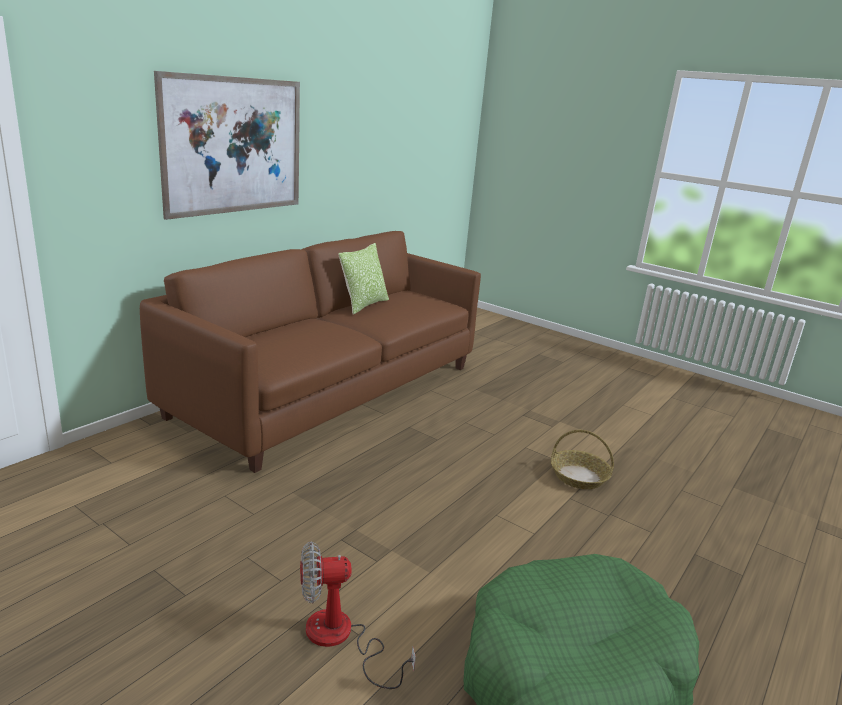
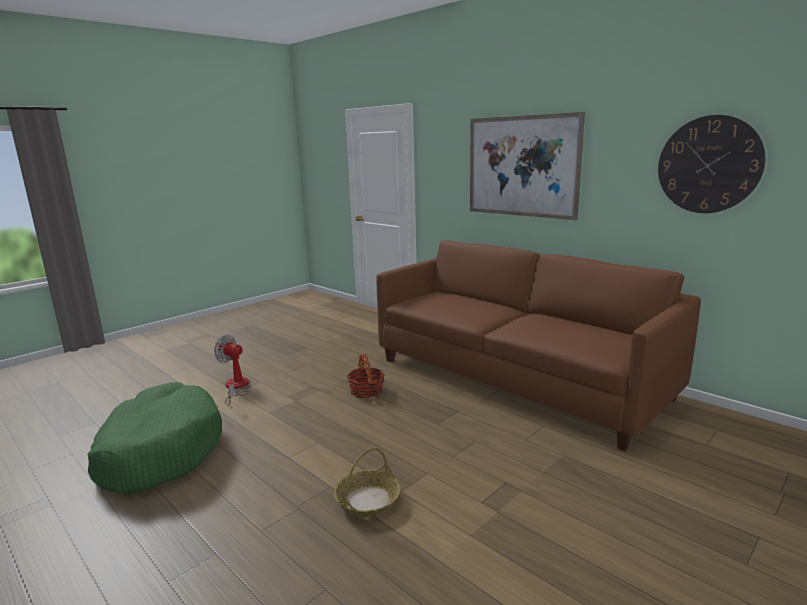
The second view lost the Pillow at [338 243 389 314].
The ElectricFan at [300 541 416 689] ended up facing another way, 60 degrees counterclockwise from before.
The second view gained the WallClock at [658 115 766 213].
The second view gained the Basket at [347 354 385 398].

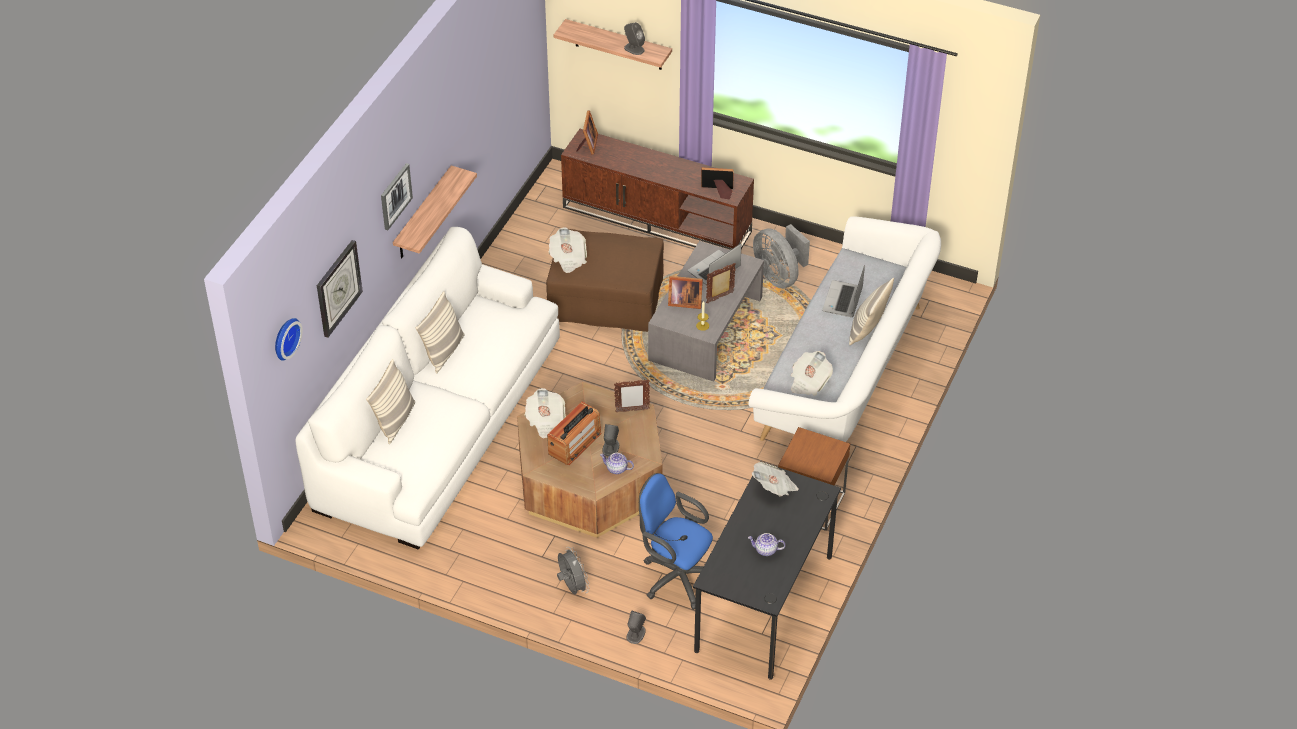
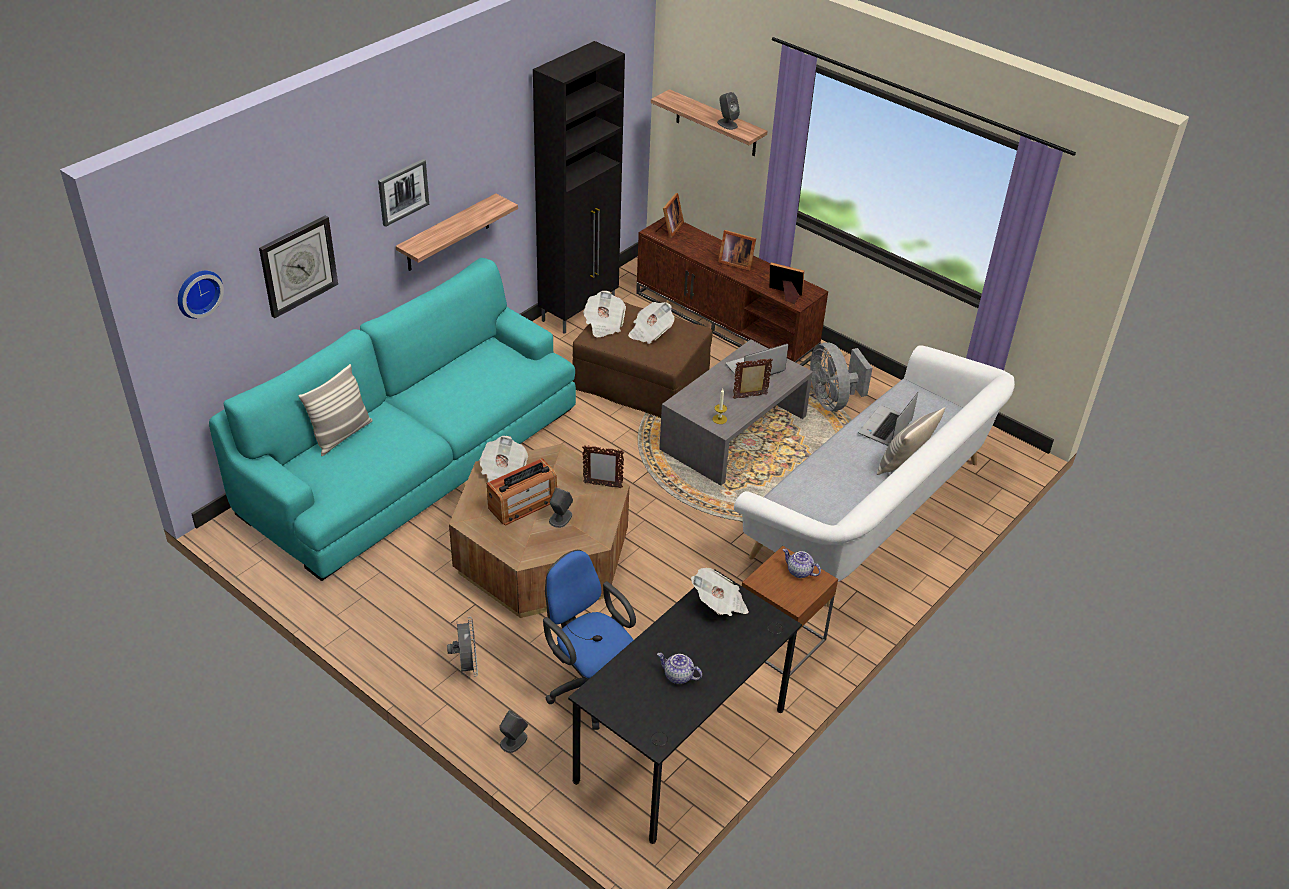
What was the WhitishCouch at [295 227 560 550] turned into the BlueGreenCouch at [209 258 576 581].
The PhotoFrame ended up elsewhere, having gone from [668 276 703 309] to [718 230 756 271].
The second view lost the Pillow at [416 291 465 374].
The Newspaper ended up elsewhere, having gone from [791 351 833 396] to [628 302 675 344].
The Teapot ended up elsewhere, having gone from [600 453 634 474] to [783 549 821 578].
The second view gained the BlackishCupboard at [533 41 625 334].

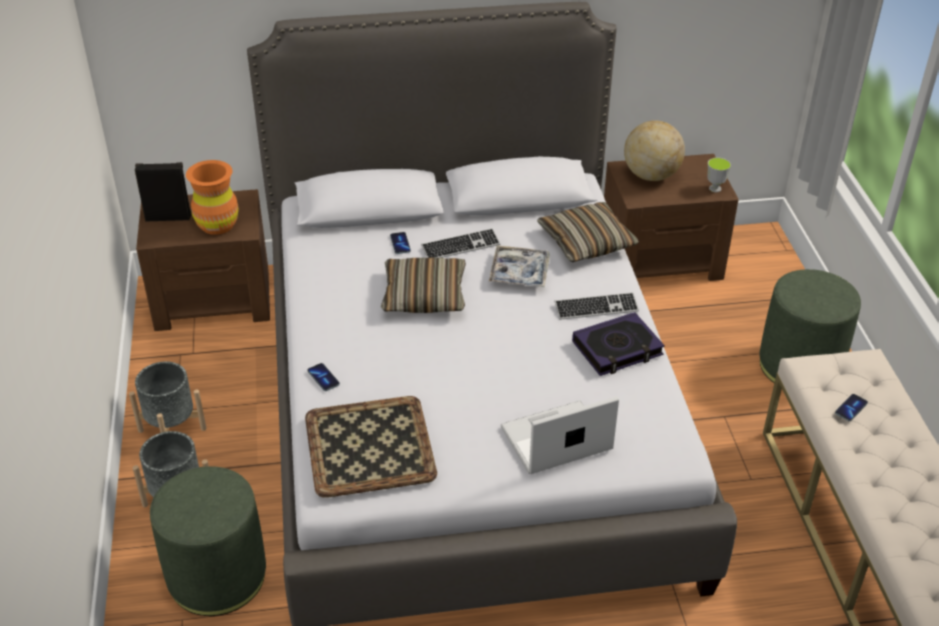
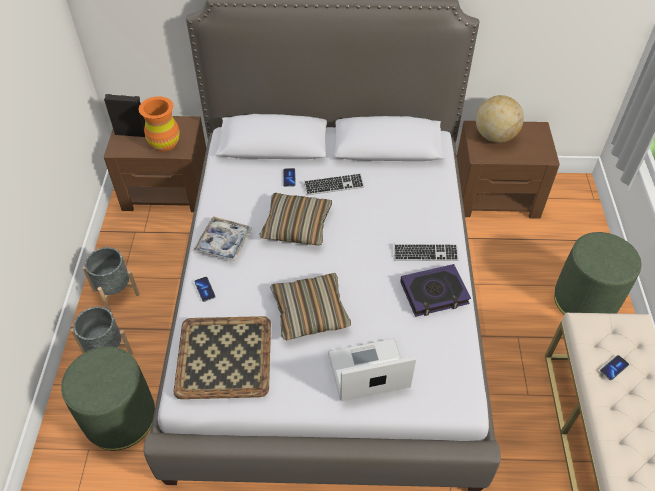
The second view lost the Cup at [707 157 731 192].
The Pillow ended up elsewhere, having gone from [537 202 639 262] to [270 273 351 340].
The ServingTray ended up elsewhere, having gone from [489 245 550 287] to [194 216 252 261].

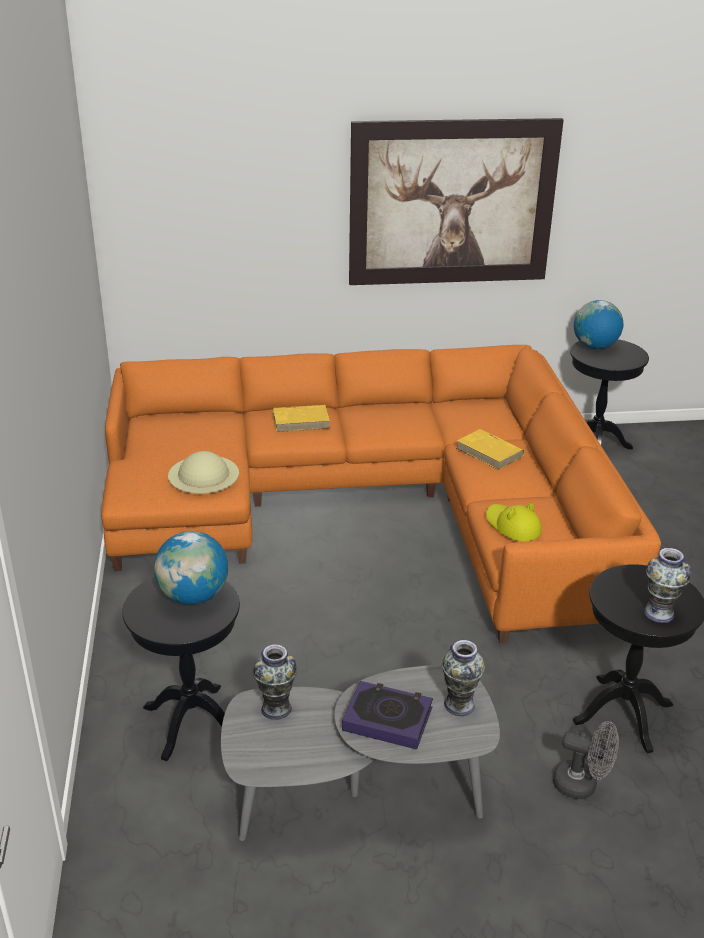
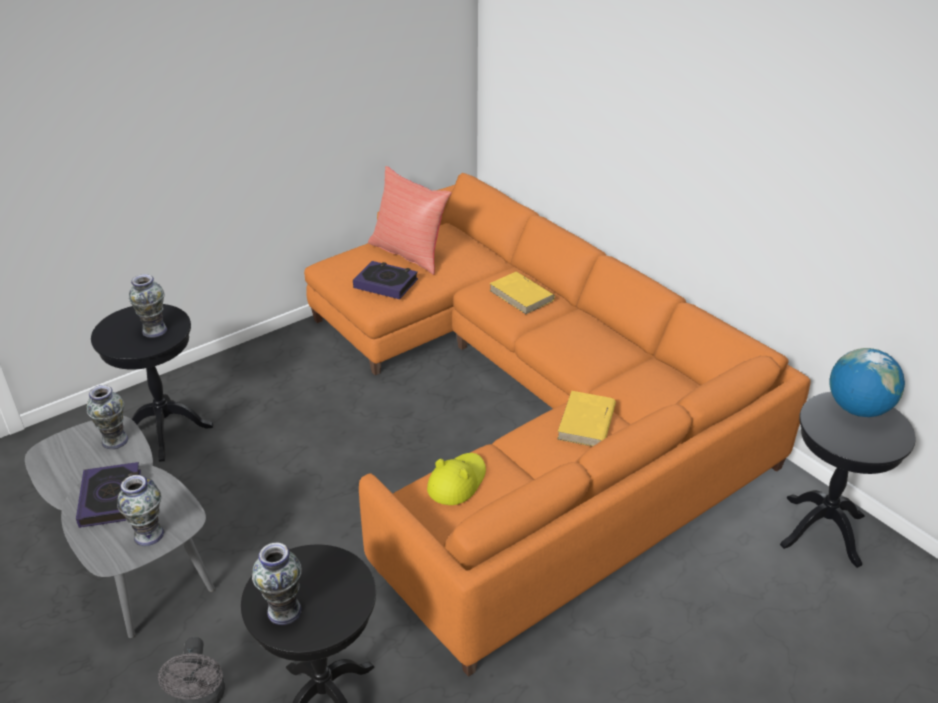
The second view lost the WallPicture at [349 118 564 285].
Where the SandColouredWearableHat stood at [168 451 239 494], the Book came to stand at [353 261 418 299].
Where the DeskGlobe stood at [154 531 228 605], the Vase came to stand at [129 274 167 338].
The second view gained the RedPillow at [368 166 452 275].

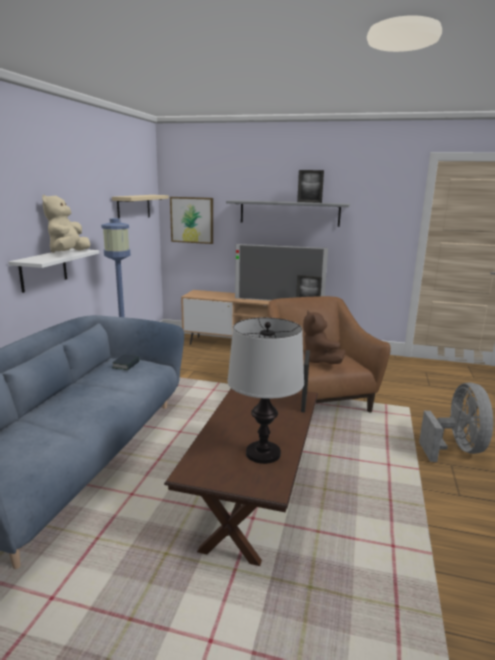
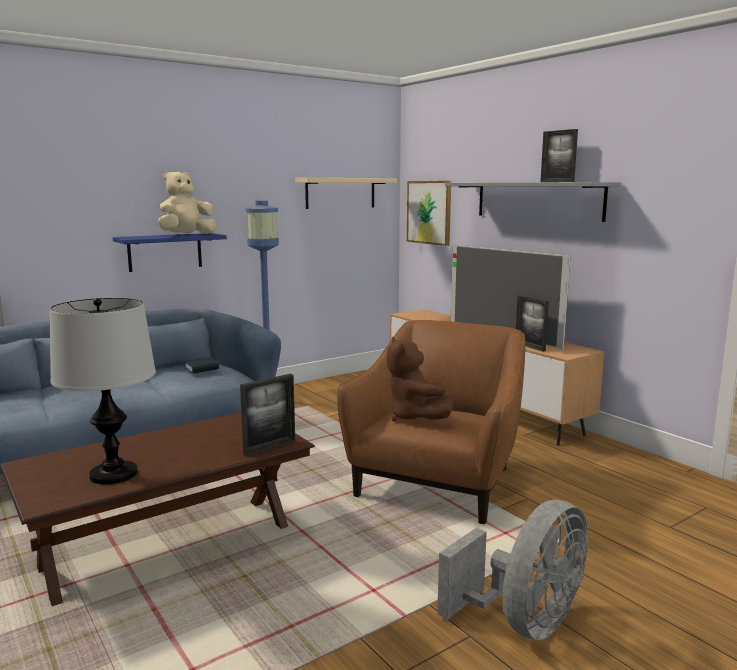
What was the WhitishShelf at [8 249 99 293] turned into the BlueColouredShelf at [113 233 227 272].
The BrownColouredCuddlyToy at [303 310 345 364] ended up facing another way, 45 degrees counterclockwise from before.

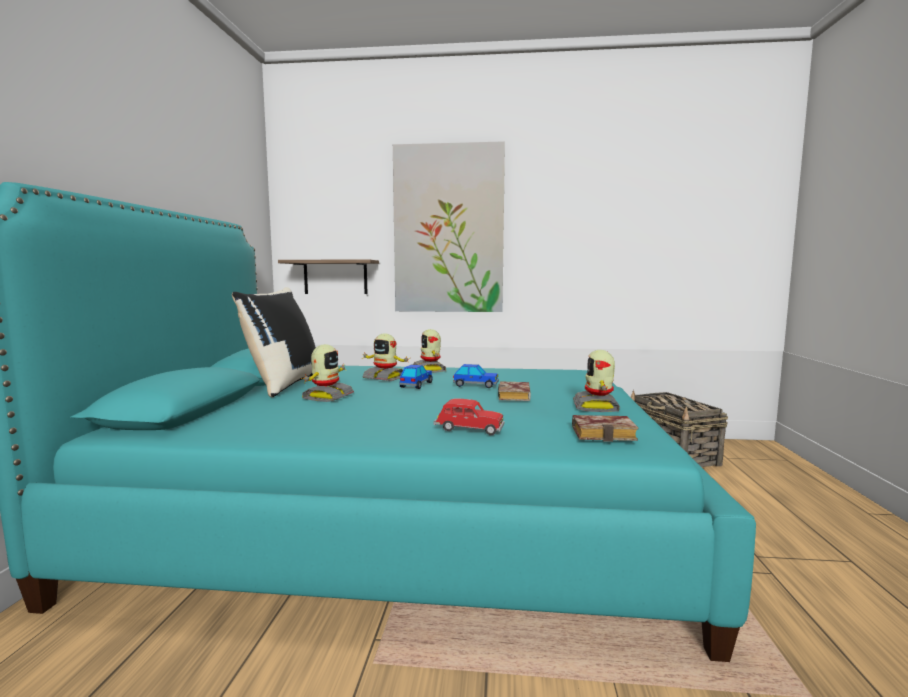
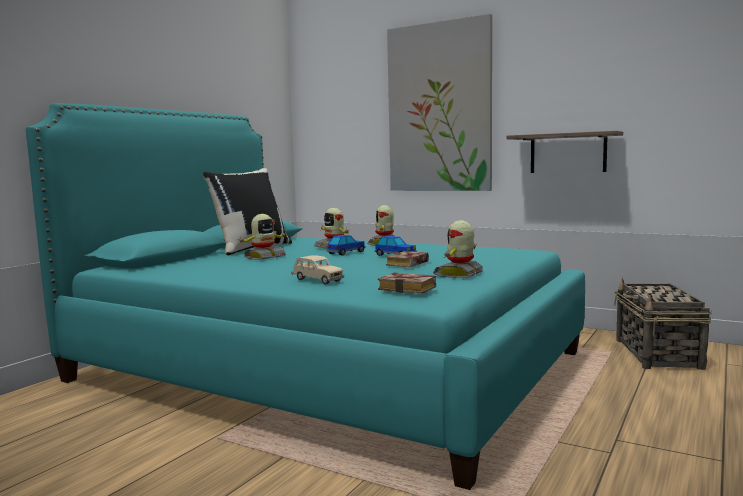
The Shelf ended up elsewhere, having gone from [278 259 379 294] to [507 131 623 173].
What was the RedToyCar at [434 399 505 435] turned into the SandColouredToyCar at [291 255 344 284].

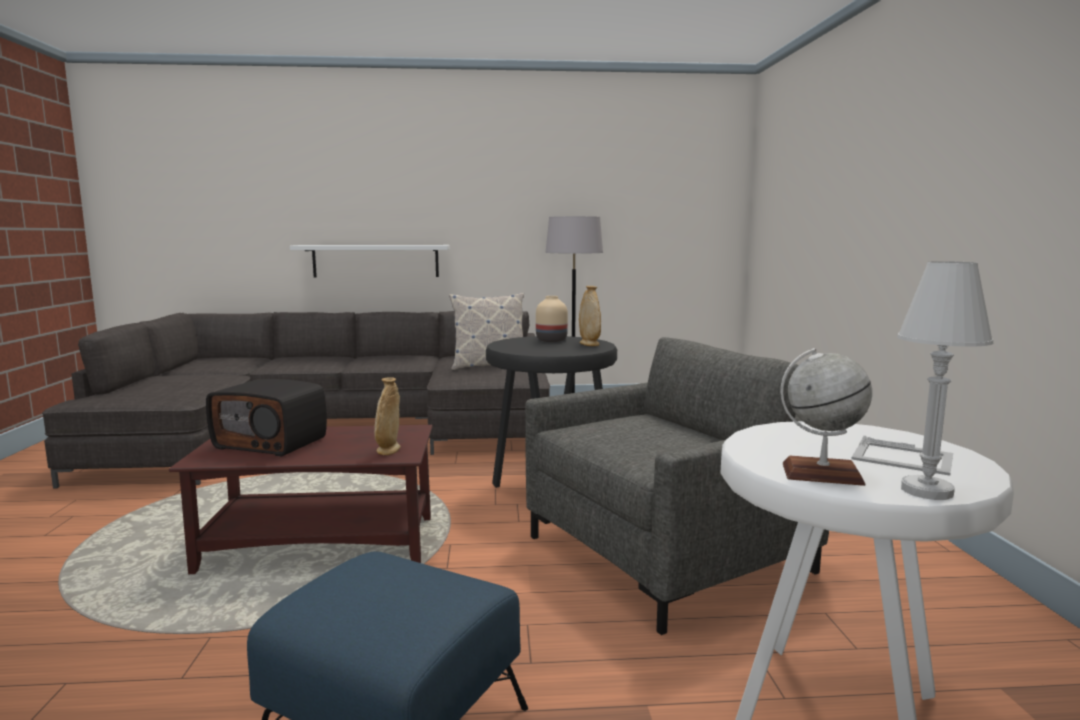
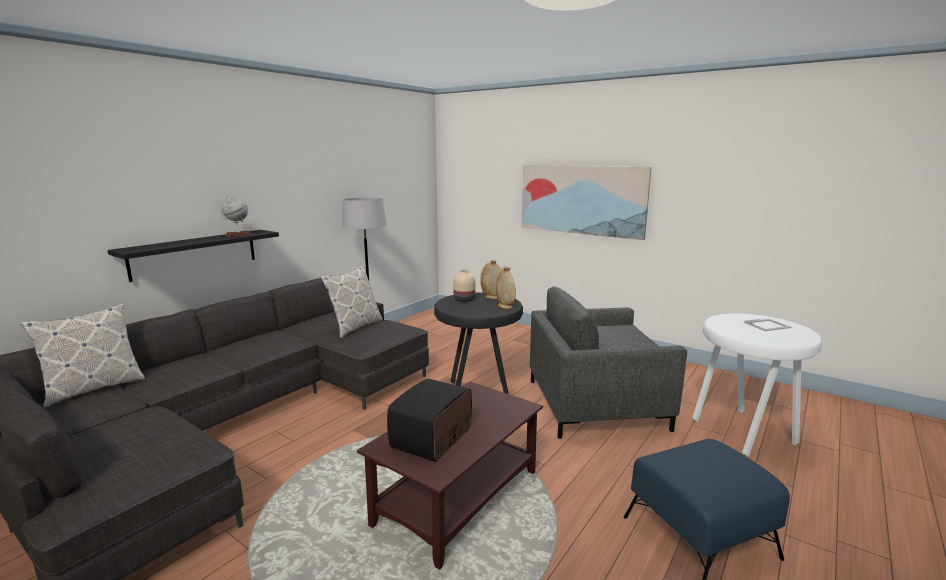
What was the WhitishShelf at [290 245 450 277] turned into the BlackishShelf at [107 230 279 282].
The second view lost the WhitishTableLamp at [897 261 993 500].
The GreyLoungeChair at [525 337 829 635] ended up facing another way, 105 degrees counterclockwise from before.
The DeskGlobe ended up elsewhere, having gone from [780 348 872 486] to [220 196 252 237].
The SandColouredVase ended up elsewhere, having gone from [374 377 401 455] to [496 267 516 309].
The Radio at [206 379 327 457] ended up facing another way, 150 degrees clockwise from before.
The second view gained the WallPicture at [522 165 652 240].
The second view gained the Pillow at [21 304 145 408].

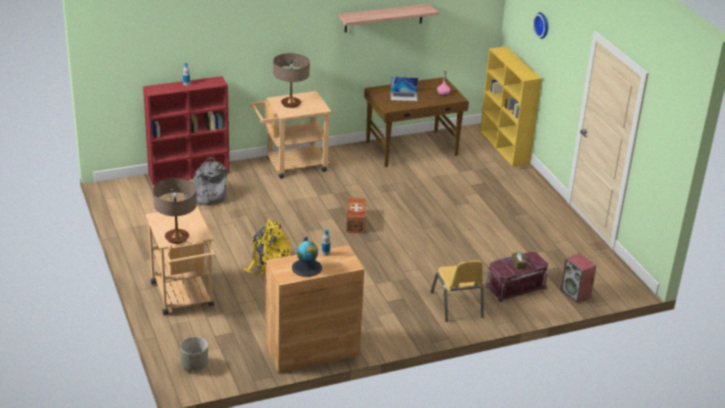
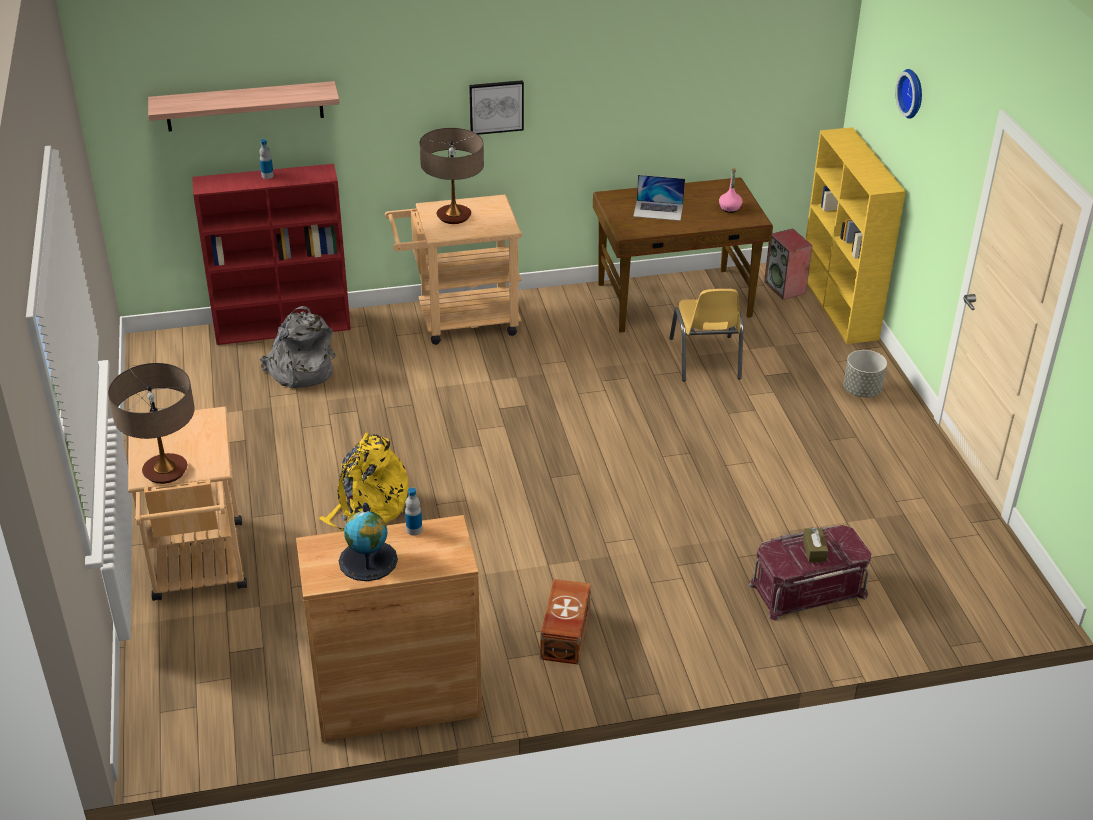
The Shelf ended up elsewhere, having gone from [338 3 439 33] to [148 81 340 131].
The BrownColouredStorageBin ended up elsewhere, having gone from [346 197 366 233] to [540 579 591 665].
The Loudspeaker ended up elsewhere, having gone from [560 253 597 303] to [764 228 813 300].
The YellowColouredChair ended up elsewhere, having gone from [431 260 484 322] to [669 289 744 382].
The GreyFlowerPot ended up elsewhere, having gone from [180 337 208 371] to [843 350 887 398].
The second view gained the WallPicture at [469 80 524 135].

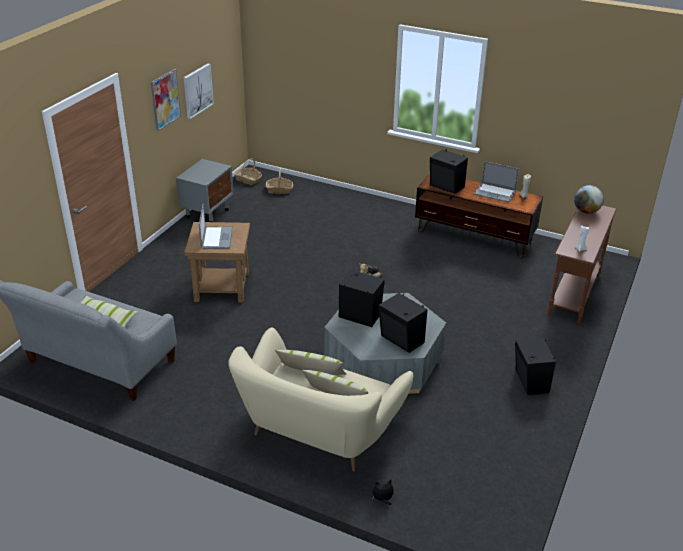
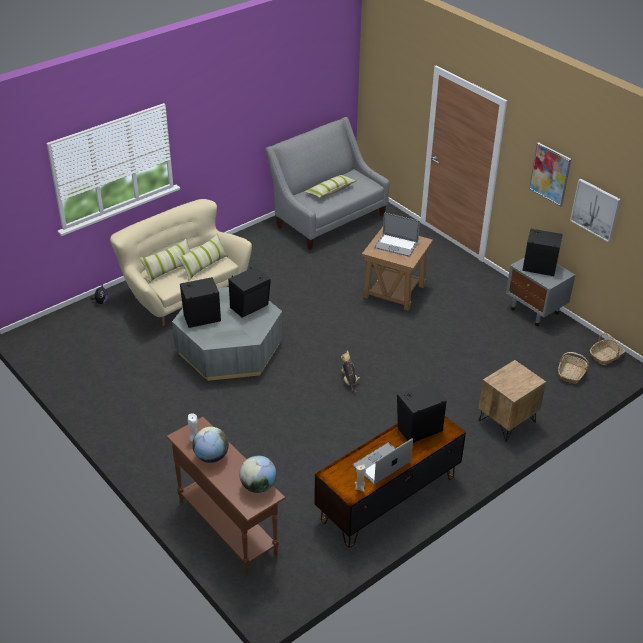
The BlackishLoudspeaker ended up elsewhere, having gone from [515 338 556 395] to [522 229 563 276].
The second view gained the BrownColouredNightstand at [478 360 546 442].
The second view gained the DeskGlobe at [192 427 229 463].

